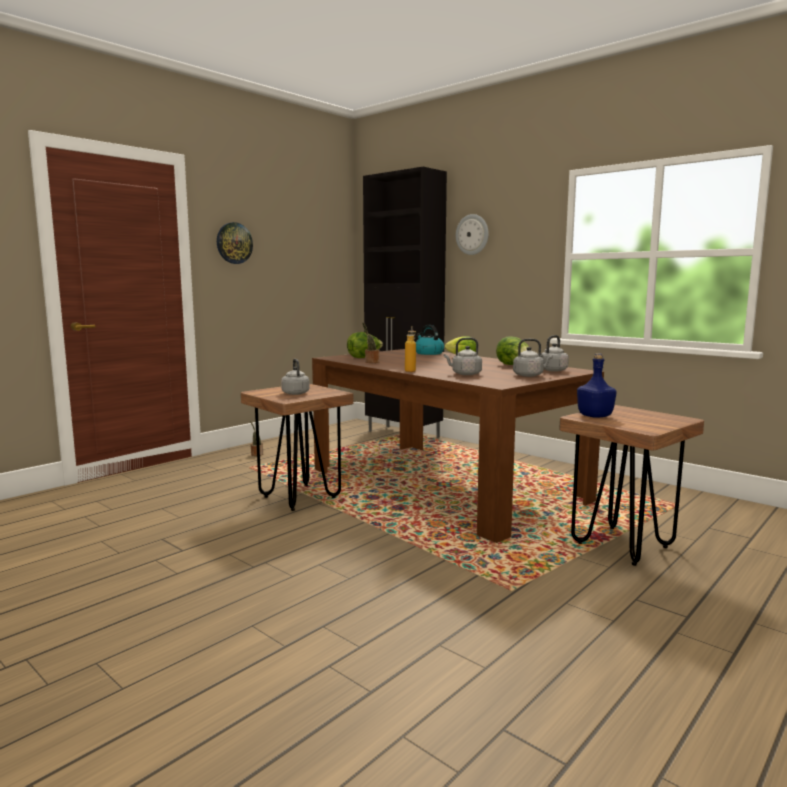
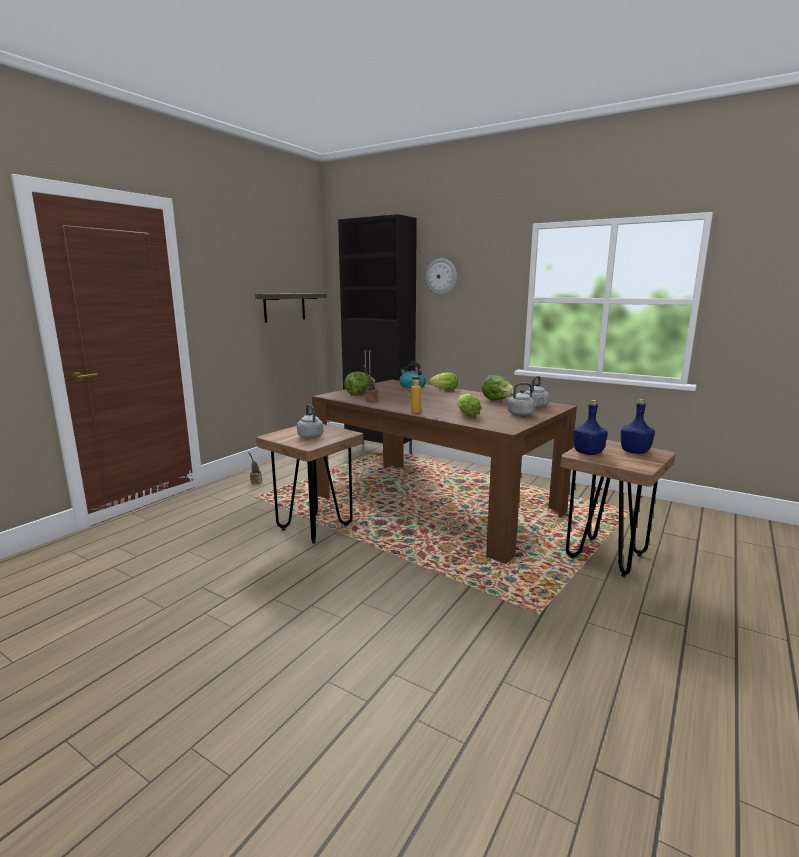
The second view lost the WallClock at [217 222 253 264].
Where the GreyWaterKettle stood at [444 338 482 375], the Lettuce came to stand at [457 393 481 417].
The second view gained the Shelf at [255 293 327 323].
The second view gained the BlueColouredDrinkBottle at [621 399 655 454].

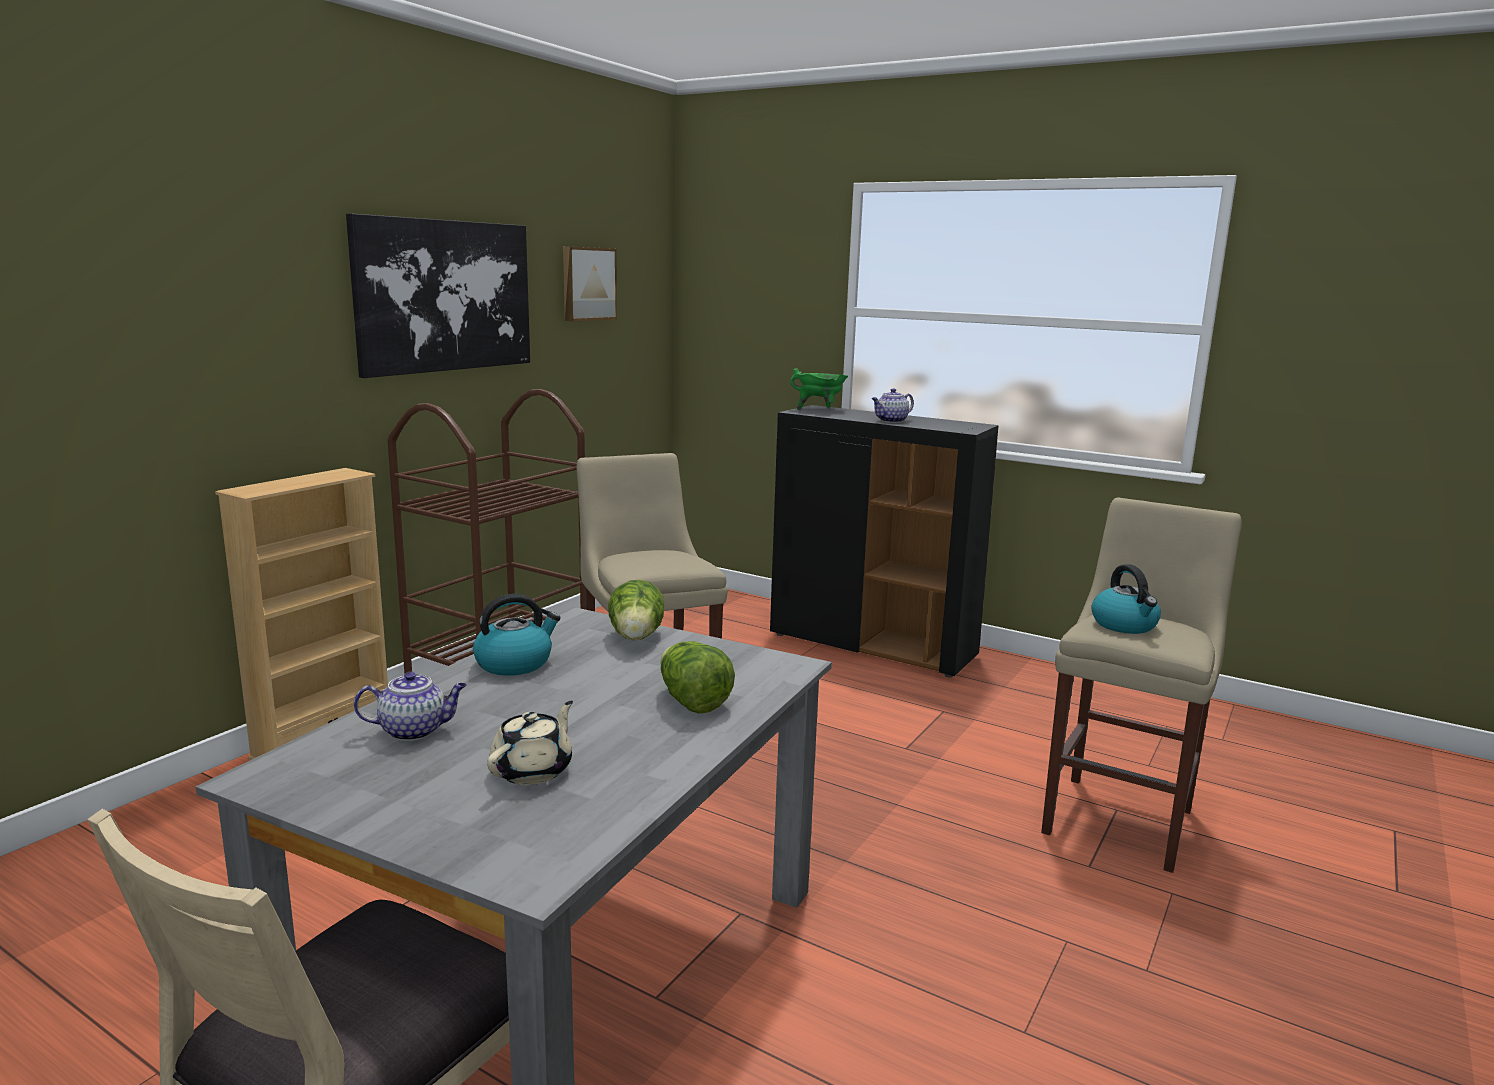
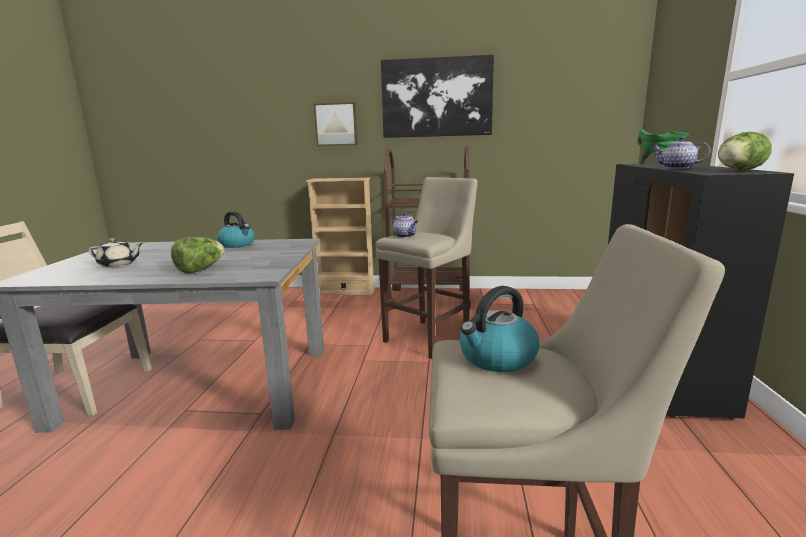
The WallPicture ended up elsewhere, having gone from [563 246 617 322] to [314 102 358 146].
The Lettuce ended up elsewhere, having gone from [608 580 664 640] to [718 132 772 170].
The Teapot ended up elsewhere, having gone from [354 672 467 741] to [392 213 418 238].

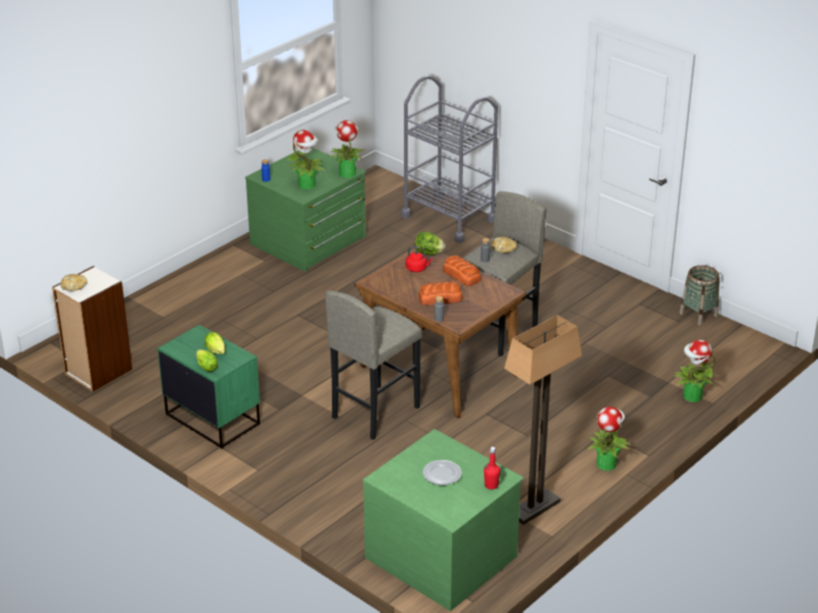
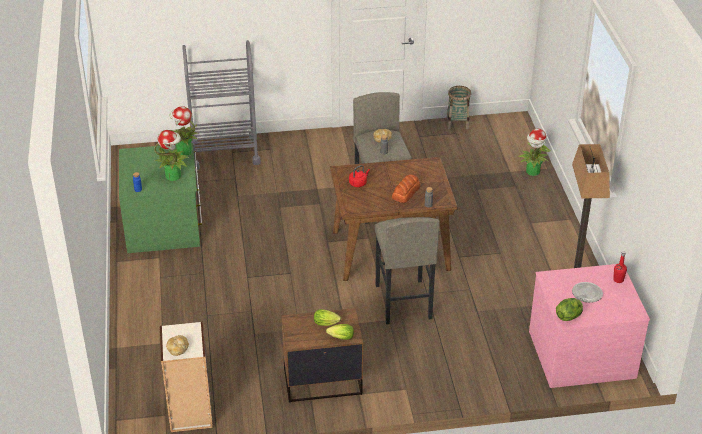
The Lettuce ended up elsewhere, having gone from [415 231 445 255] to [556 298 583 321].
The second view lost the BakedBread at [443 255 481 286].
What was the GreenNightstand at [157 325 260 449] turned into the BrownColouredNightstand at [281 308 363 403].
The second view lost the Houseplant at [588 407 632 471].
What was the GreenChestOfDrawers at [363 429 524 611] turned into the PinkColouredChestOfDrawers at [529 264 650 388].

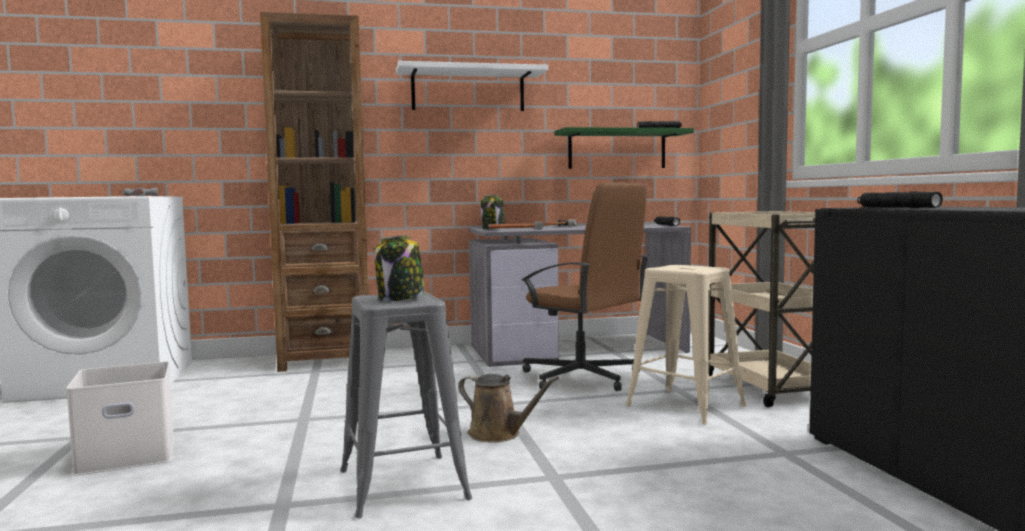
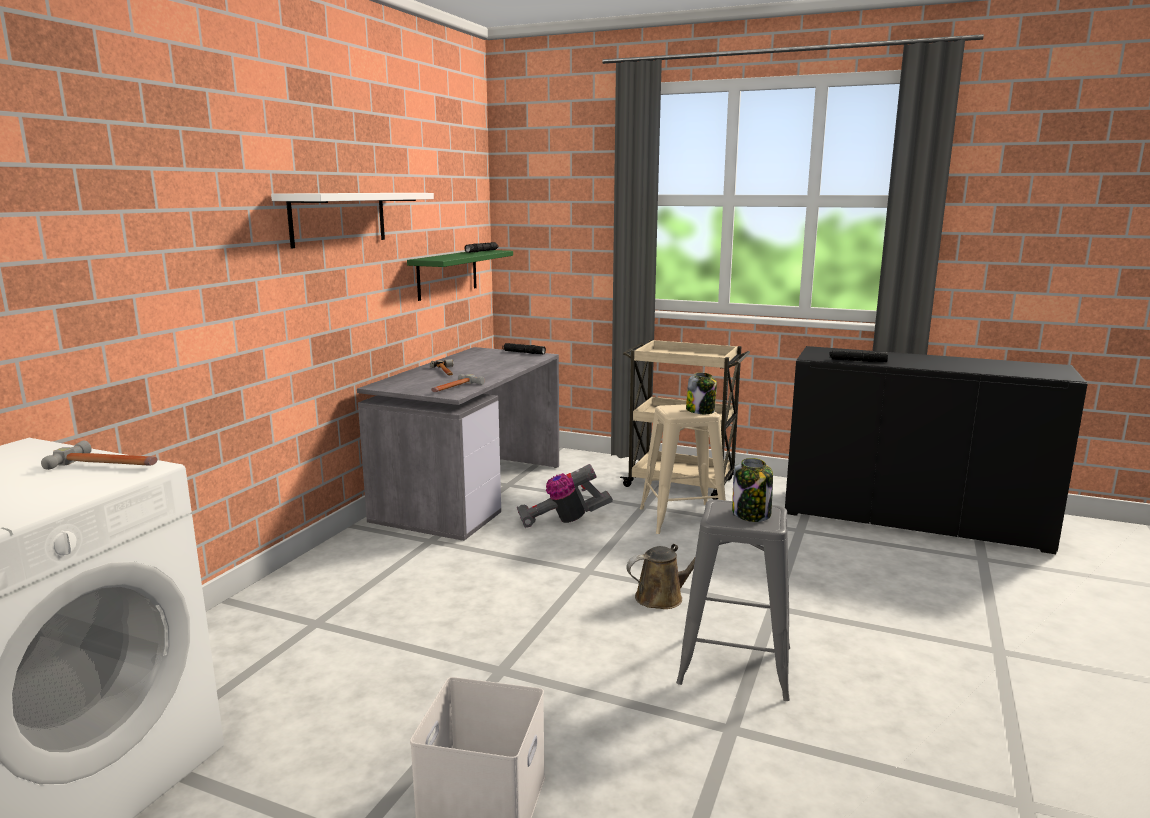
The second view lost the BrownColouredBookcase at [260 12 369 372].
Where the BrownColouredComputerChair stood at [521 182 649 391], the VacuumCleaner came to stand at [517 464 613 528].
The StorageJar ended up elsewhere, having gone from [481 195 505 229] to [686 372 717 414].

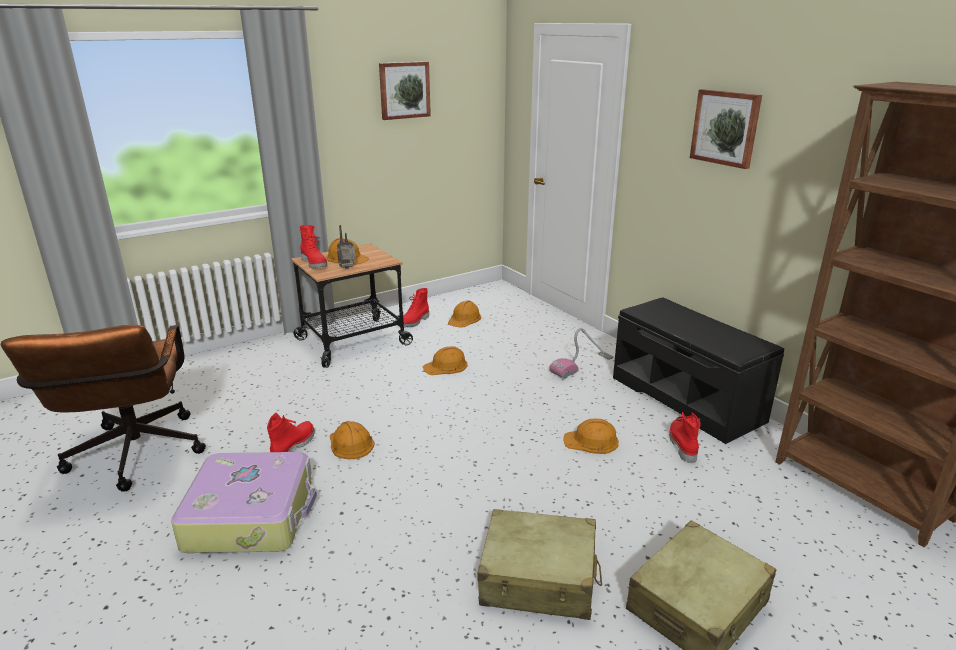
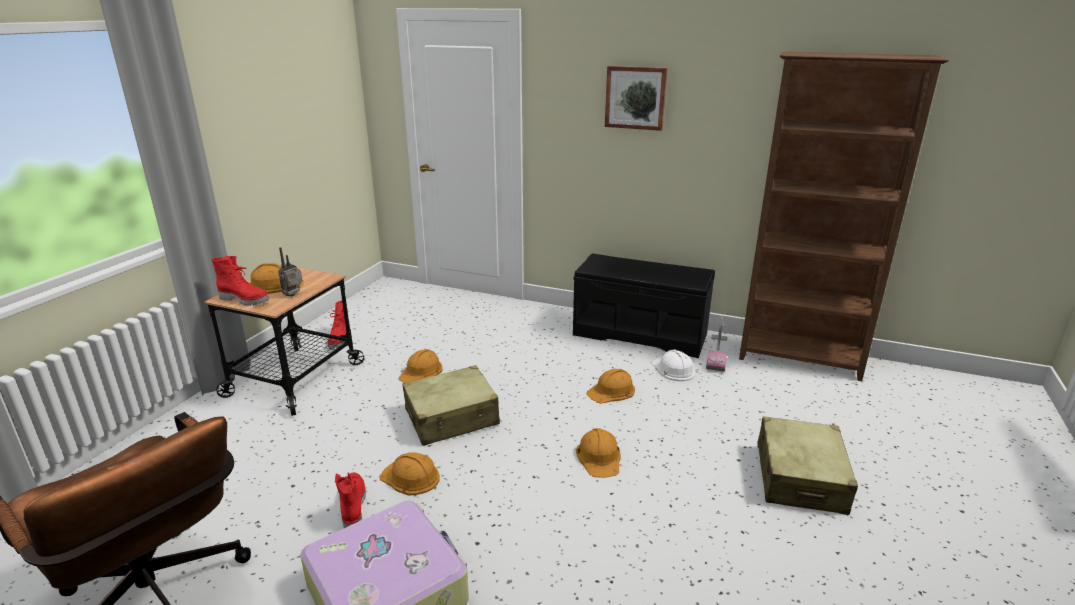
The second view lost the WallPicture at [379 61 431 120].
The OrangeyWorkHelmet ended up elsewhere, having gone from [448 300 481 328] to [576 428 621 478].
The VacuumCleaner ended up elsewhere, having gone from [549 328 614 379] to [706 317 727 372].
Where the RedHighTopBoot stood at [669 412 701 463], the WhitishWorkHelmet came to stand at [652 349 695 381].
The SandColouredPieceOfLuggage ended up elsewhere, having gone from [477 509 602 620] to [402 365 500 446].

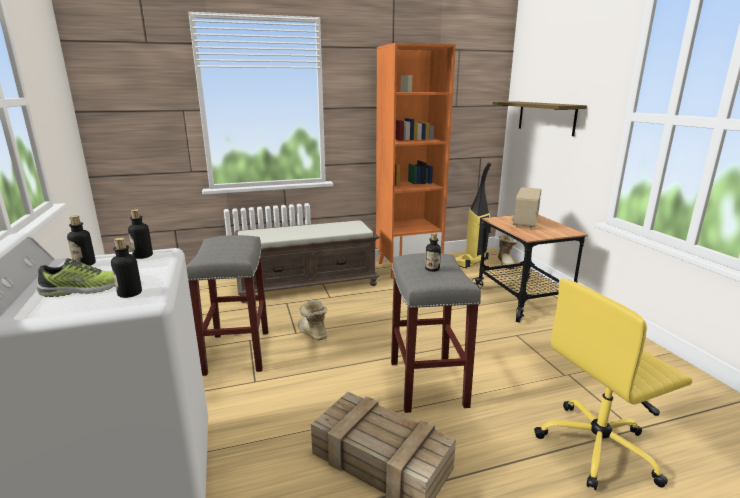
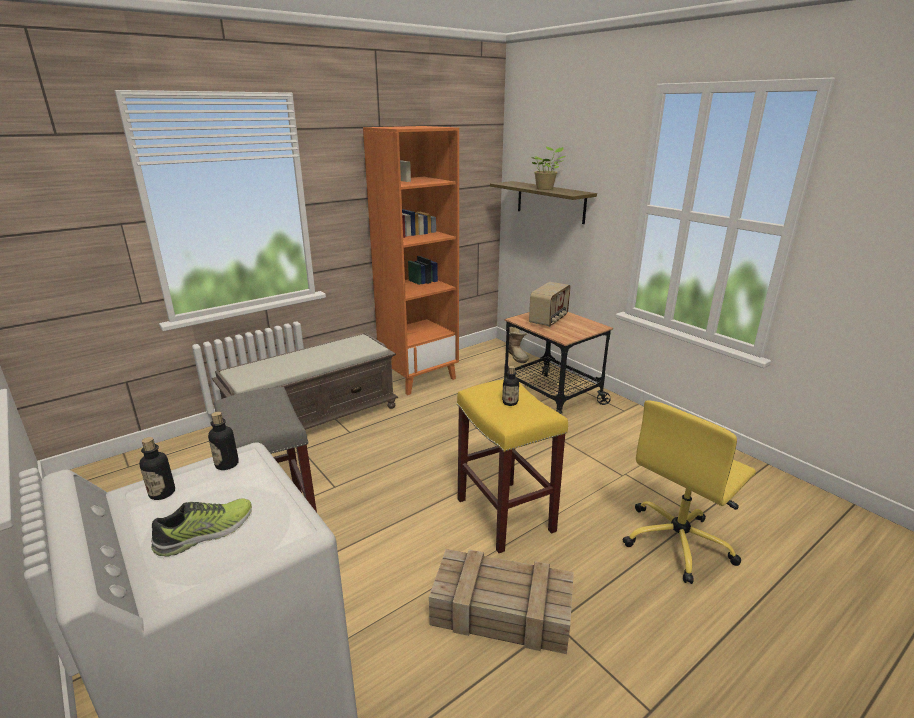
The second view lost the VacuumCleaner at [455 162 491 268].
The Radio at [512 187 542 228] ended up facing another way, 150 degrees counterclockwise from before.
The second view lost the DrinkBottle at [111 238 142 298].
What was the GreyStoolSeat at [391 253 481 413] turned into the YellowColouredStoolSeat at [457 379 568 553].
The second view lost the HighTopBoot at [298 300 327 341].
The second view gained the Houseplant at [531 147 565 190].

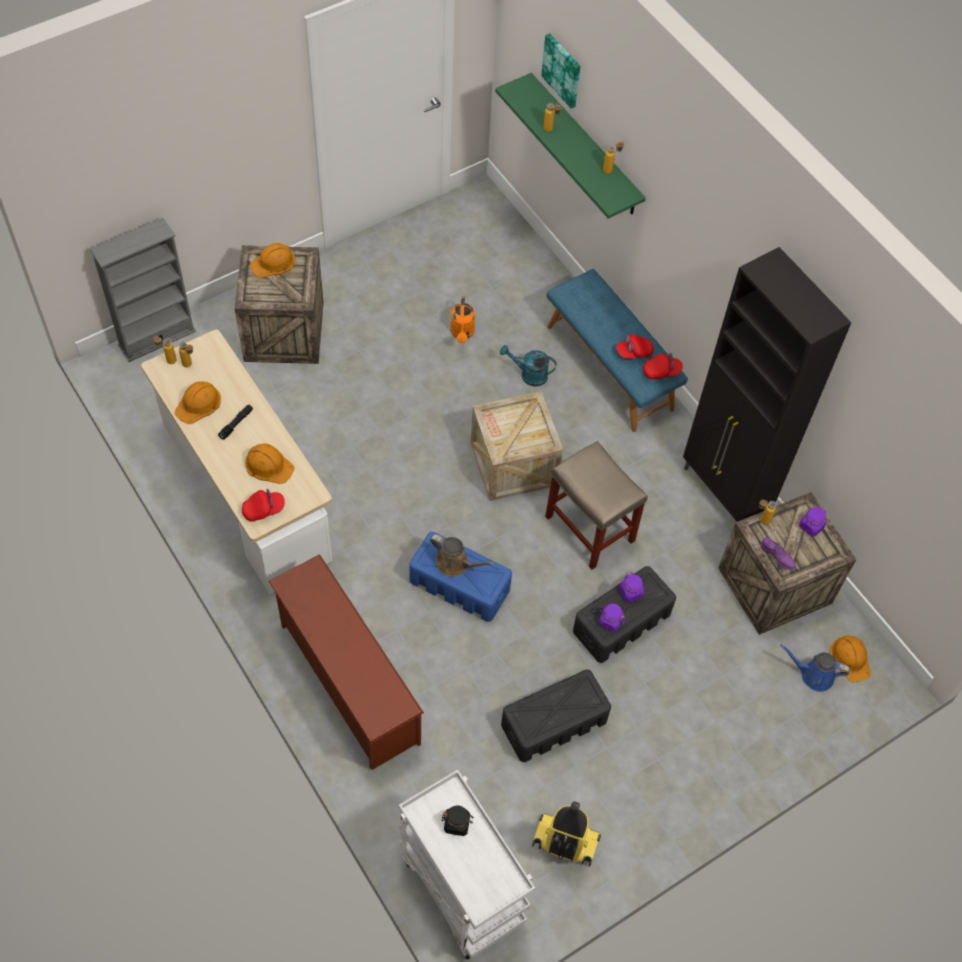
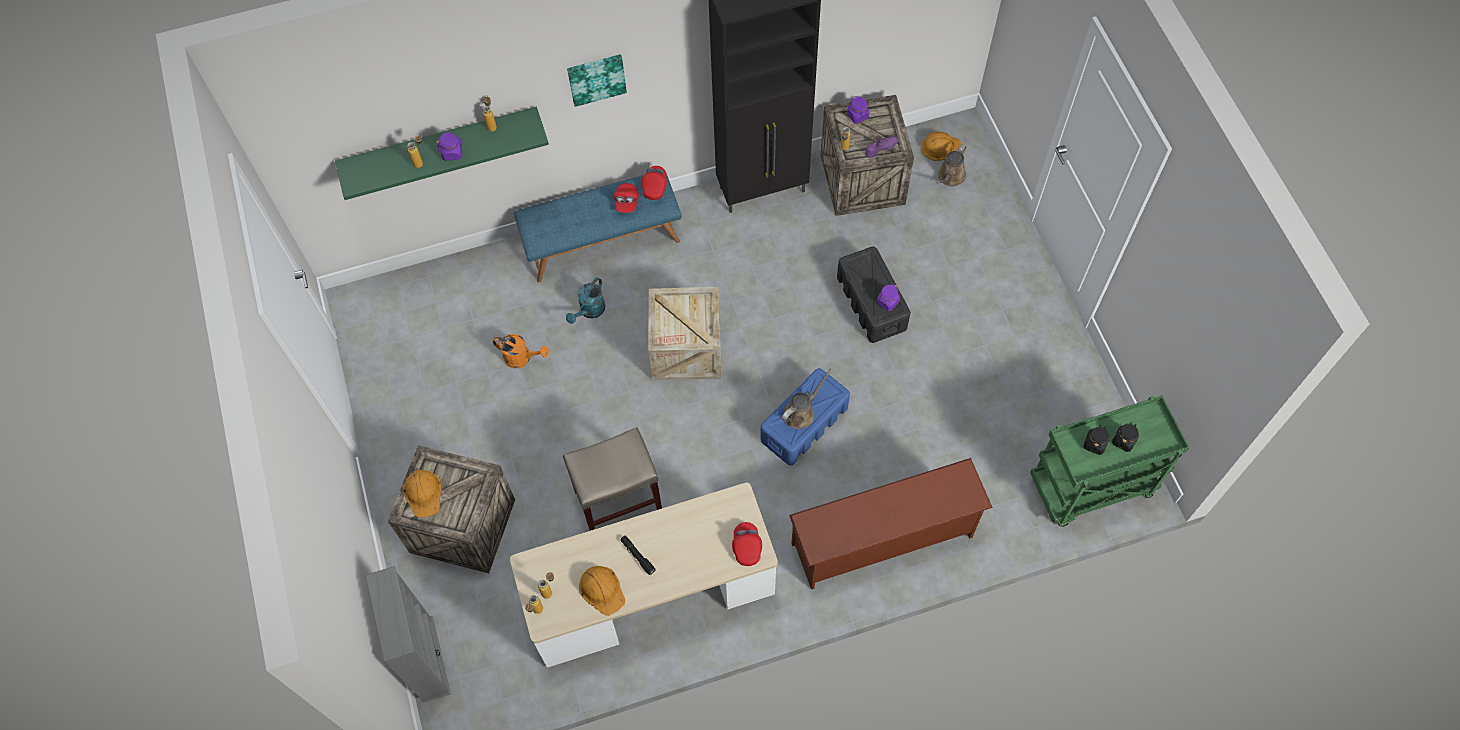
The WallPicture ended up elsewhere, having gone from [541 33 580 109] to [567 54 627 107].
The SandColouredStoolSeat ended up elsewhere, having gone from [545 441 648 570] to [563 427 662 531].
The second view lost the OrangeyWorkHelmet at [245 443 295 484].
The PurpleColouredStorageJar ended up elsewhere, having gone from [619 573 645 603] to [436 132 463 161].
What was the BlueColouredWateringPot at [780 644 850 692] turned into the BrownColouredWateringPot at [936 145 966 186].
The second view lost the BlackishStorageBin at [501 669 611 762].
What was the WhitishCart at [399 770 535 960] turned into the GreenCart at [1030 395 1190 527].
The second view lost the VacuumCleaner at [532 801 601 867].
The second view gained the BlackishStorageJar at [1112 422 1139 452].

